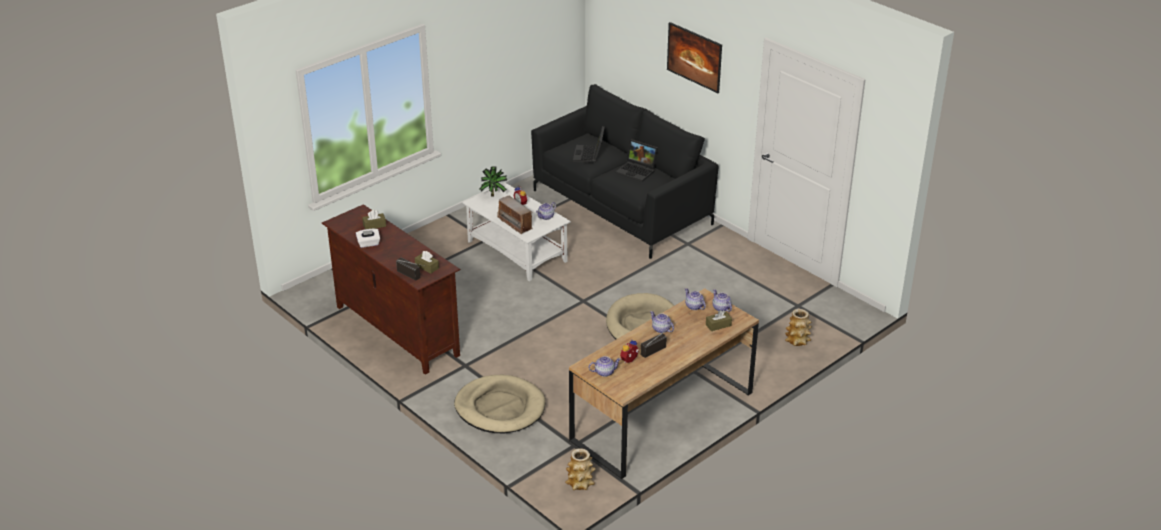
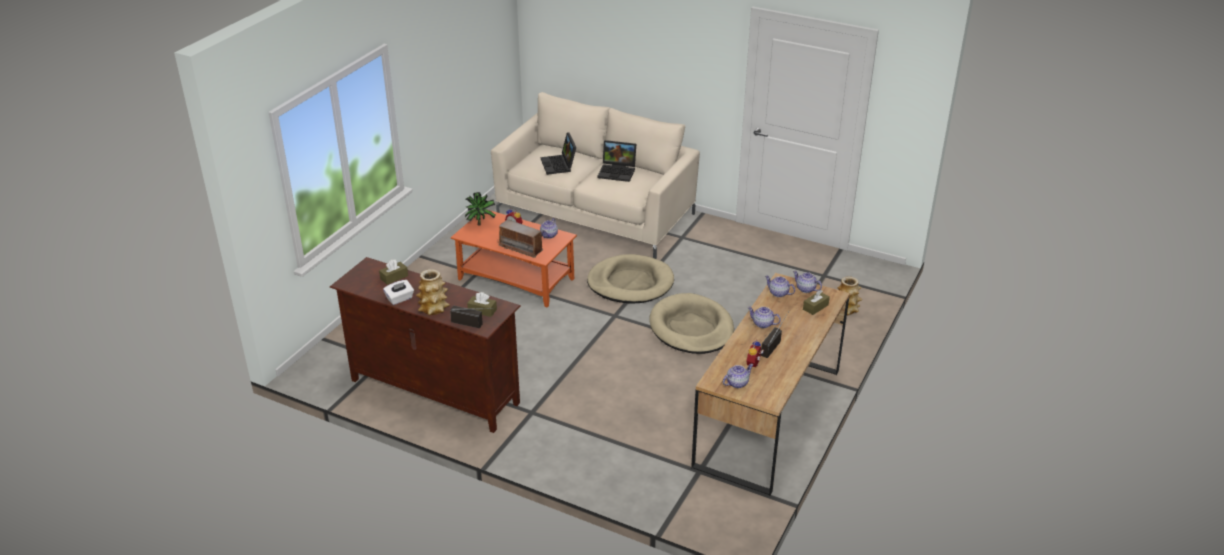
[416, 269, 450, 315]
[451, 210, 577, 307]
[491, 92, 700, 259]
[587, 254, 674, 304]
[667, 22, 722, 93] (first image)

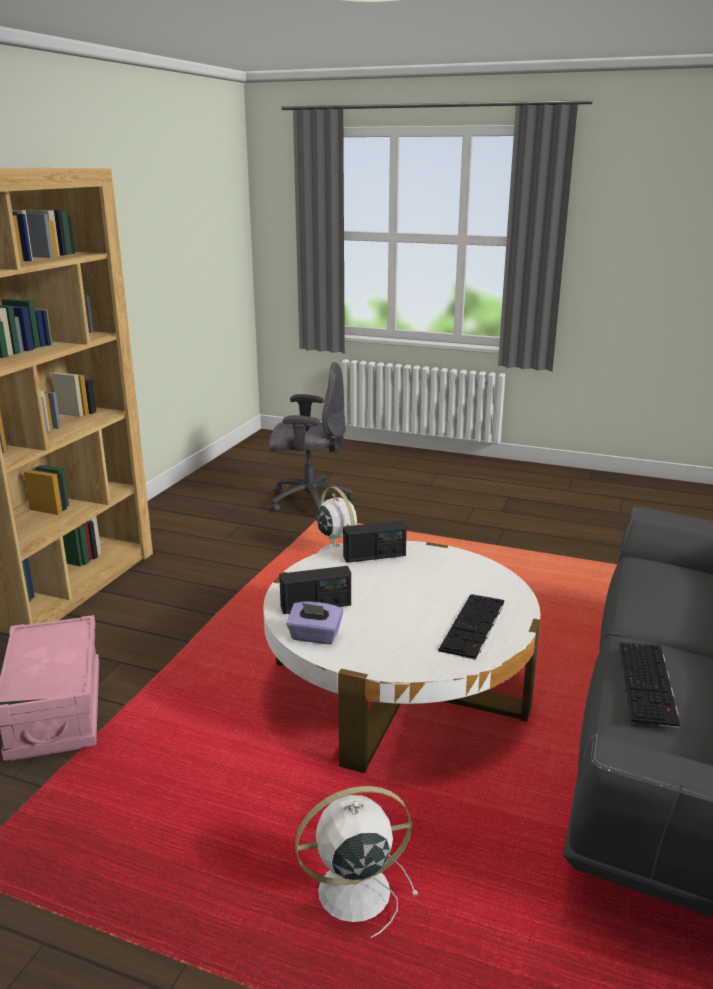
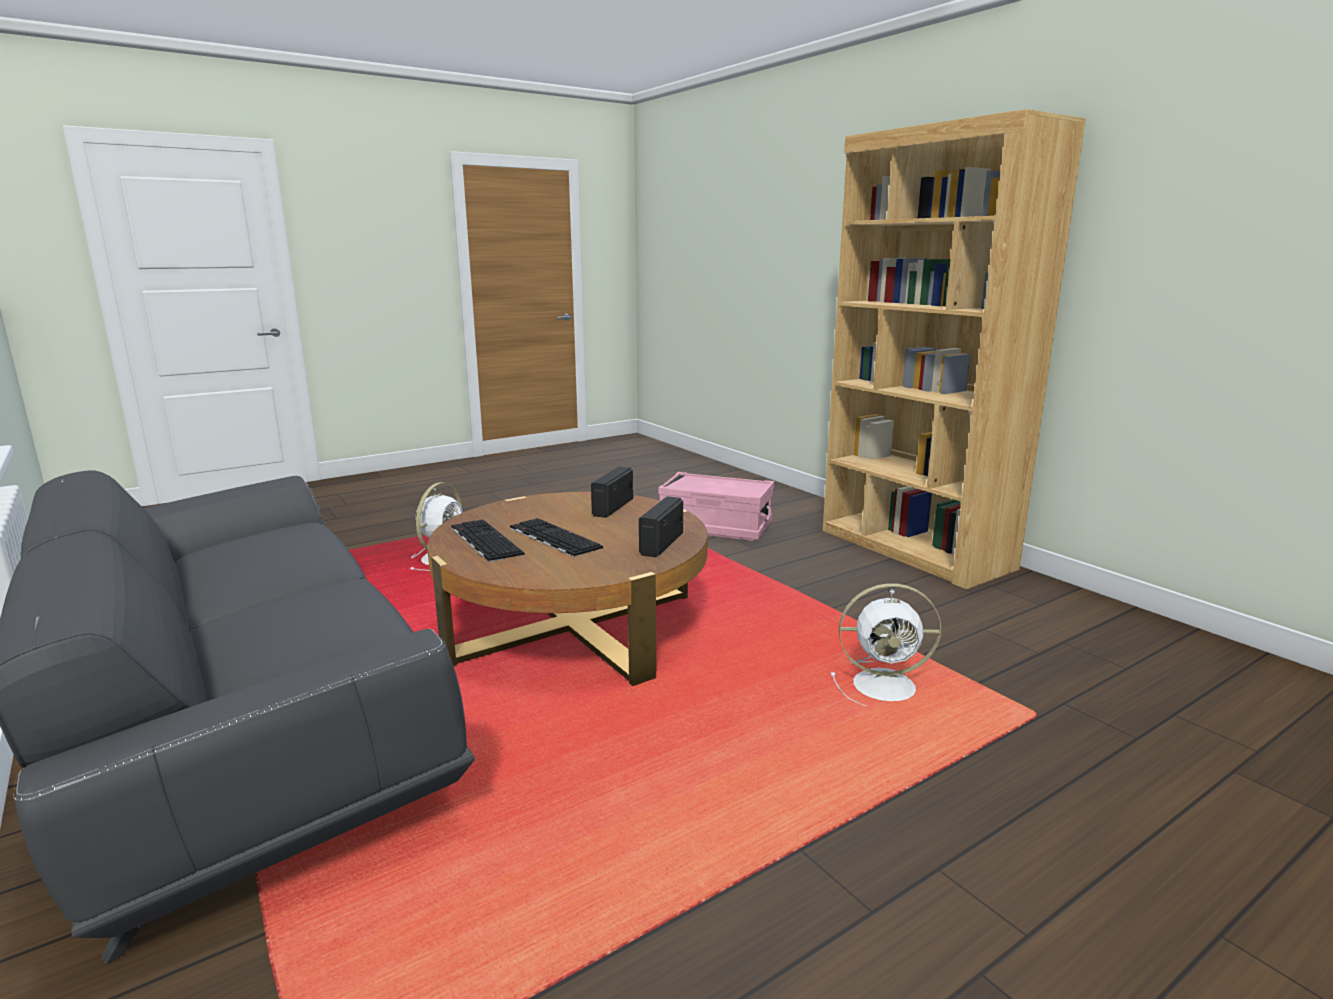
[427, 492, 708, 686]
[510, 518, 603, 557]
[269, 362, 353, 512] (first image)
[286, 602, 343, 644] (first image)

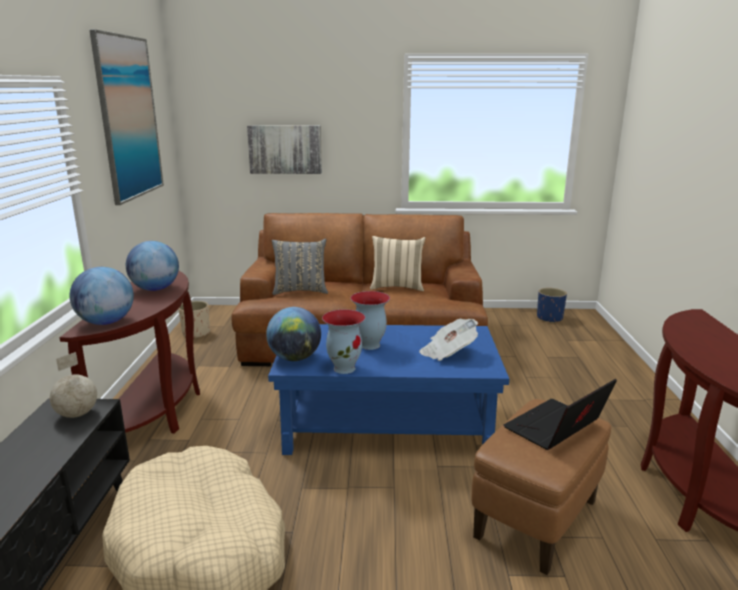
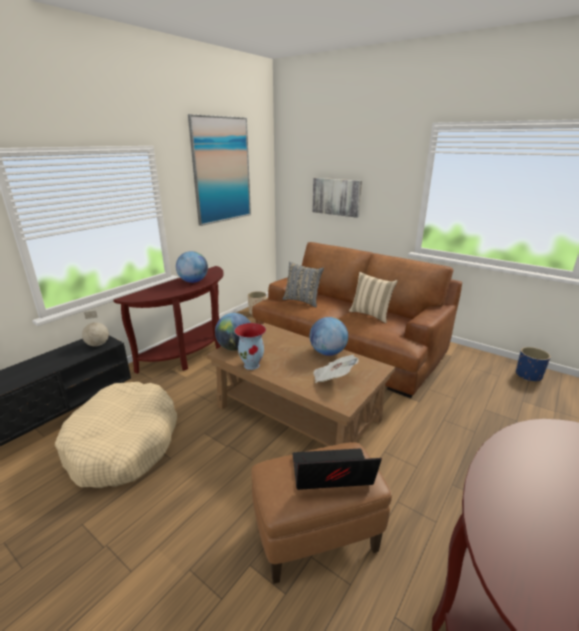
[207, 323, 395, 446]
[310, 317, 348, 356]
[351, 291, 390, 350] (first image)

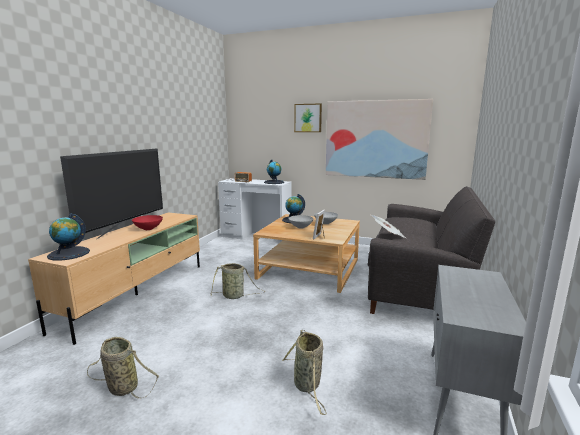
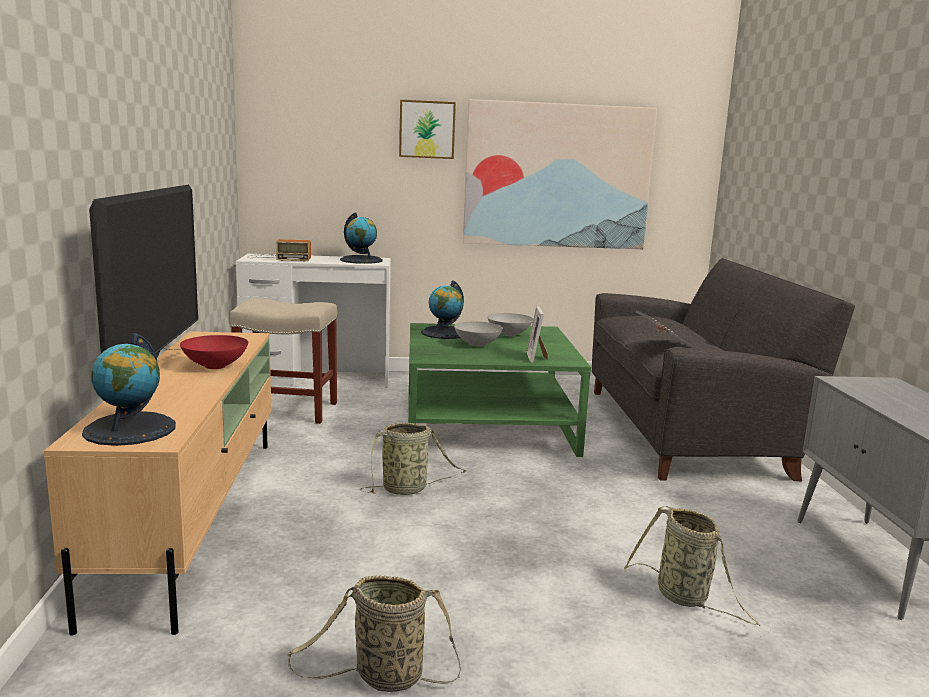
[229, 299, 337, 424]
[408, 323, 591, 457]

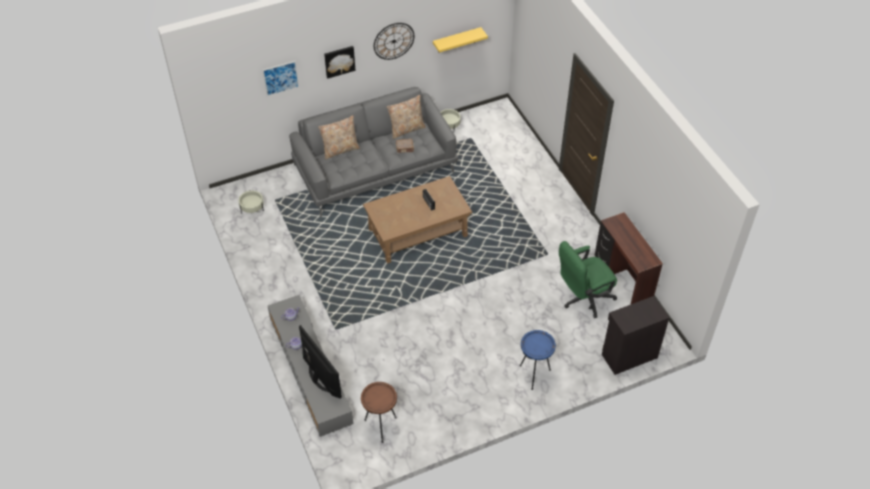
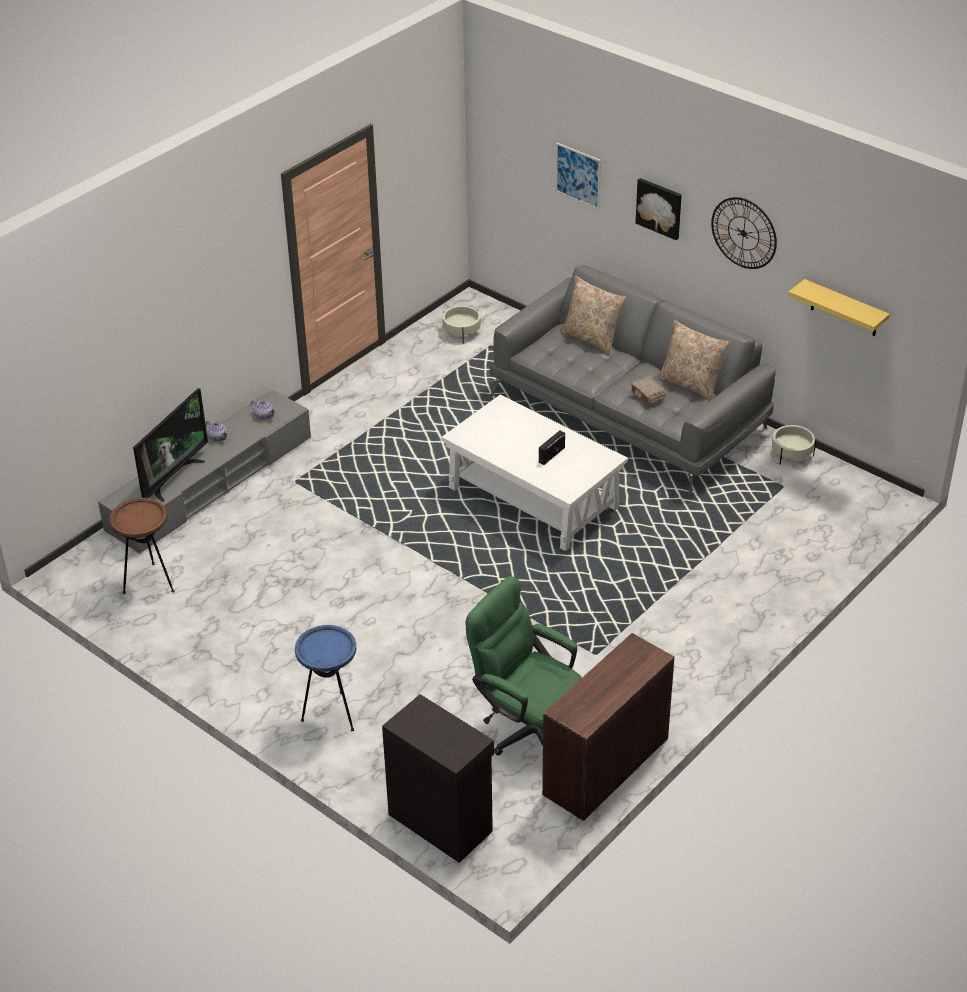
[441, 394, 628, 551]

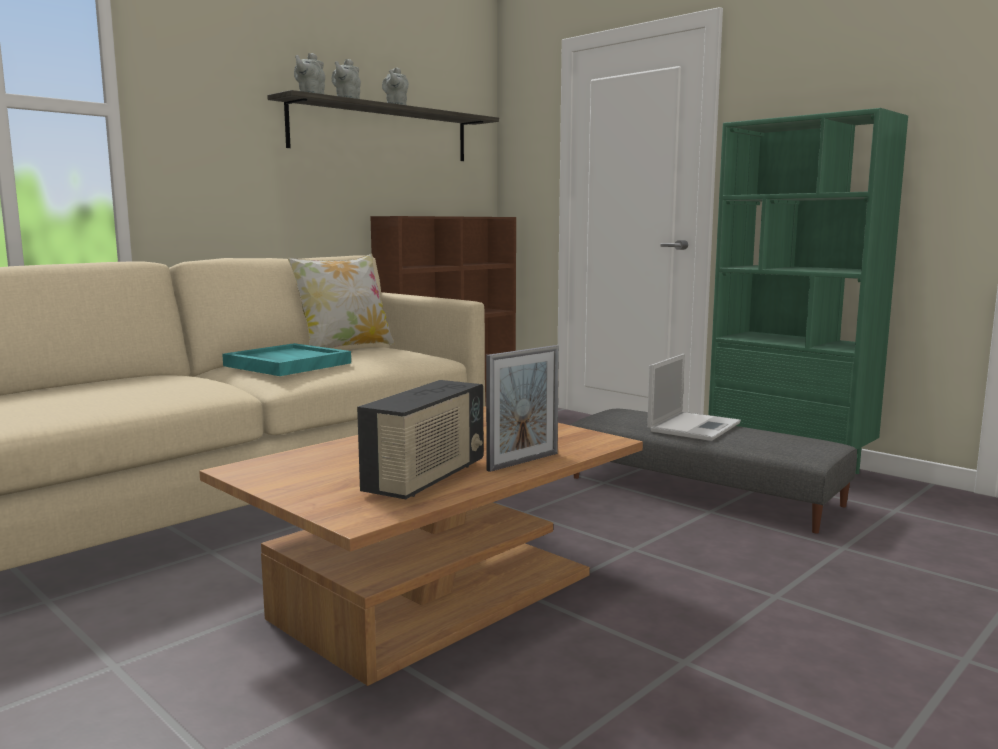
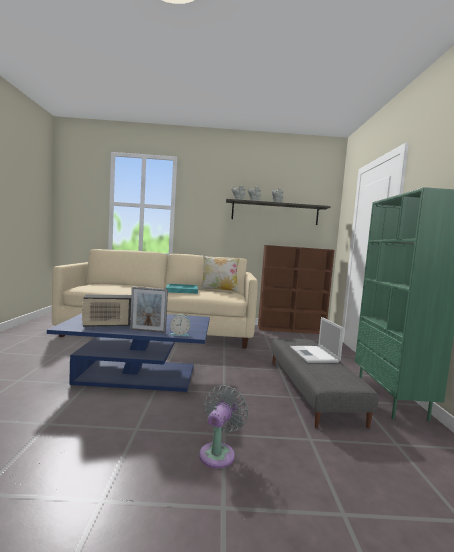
[47, 313, 210, 392]
[170, 315, 191, 336]
[199, 385, 249, 468]
[290, 317, 344, 363]

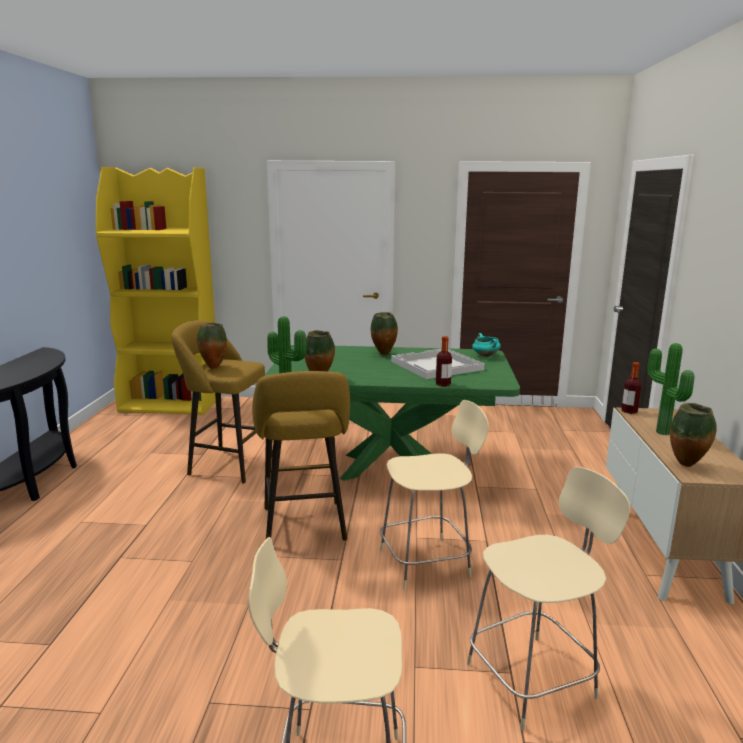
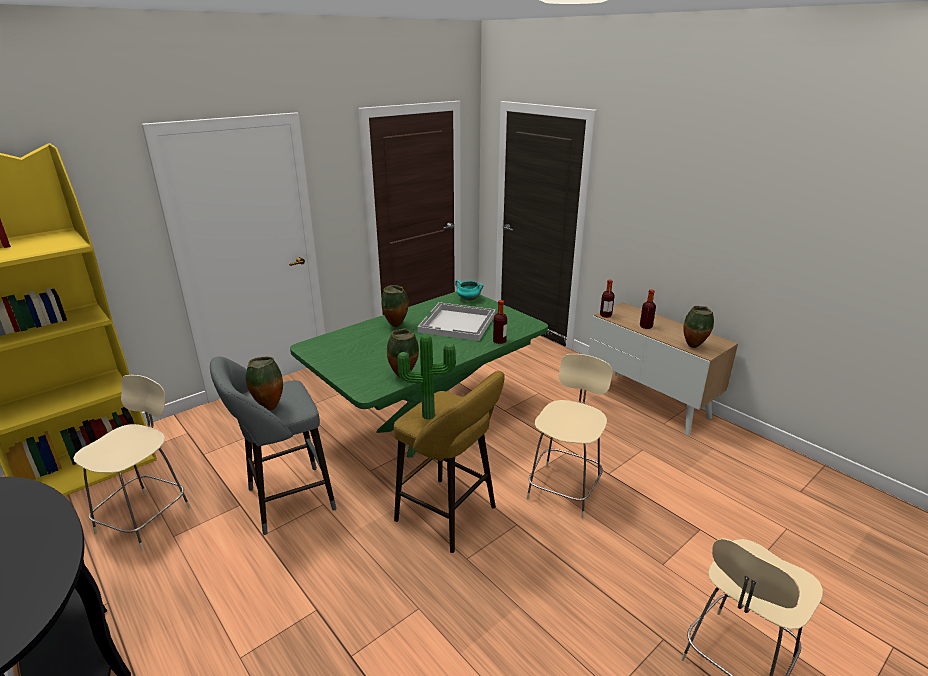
[73, 375, 191, 551]
[210, 357, 337, 535]
[640, 290, 656, 329]

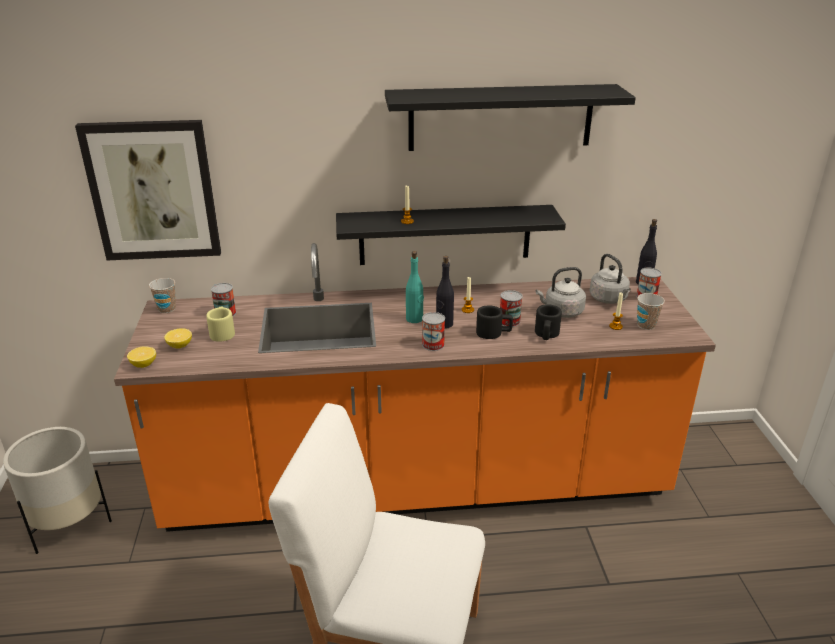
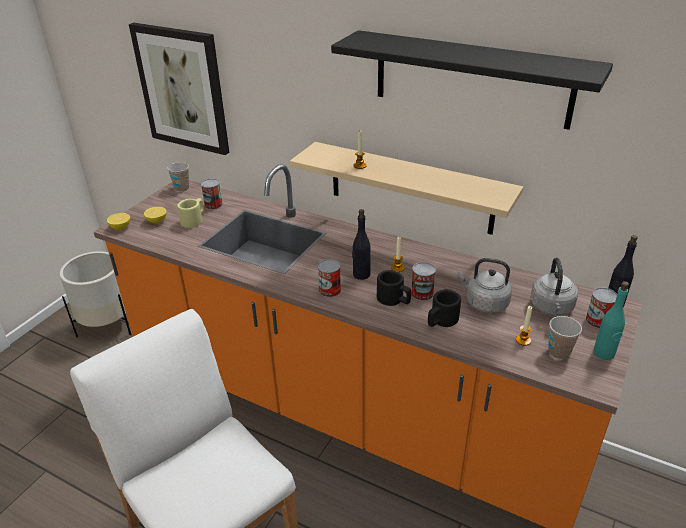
[290, 142, 523, 235]
[594, 281, 629, 360]

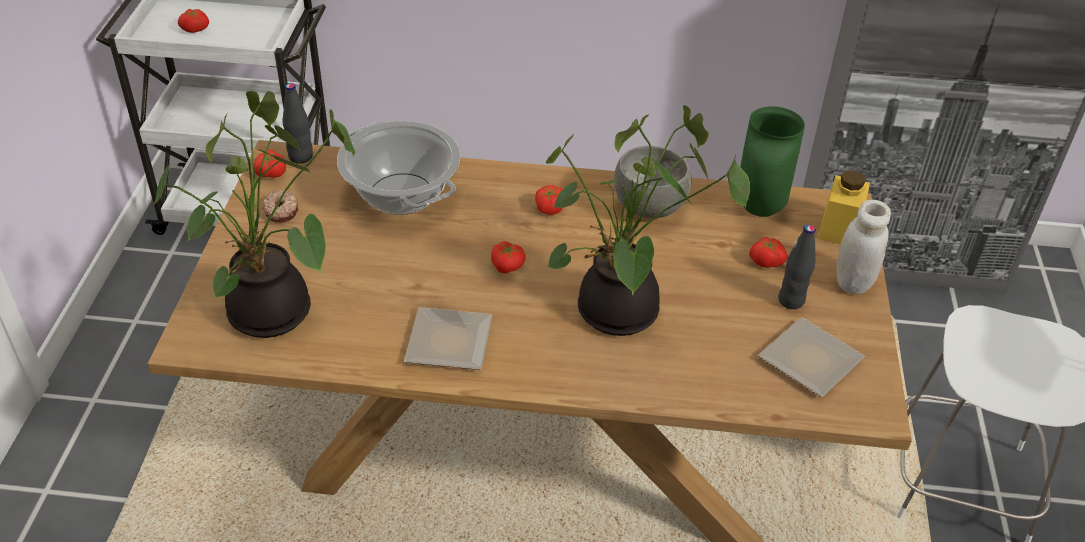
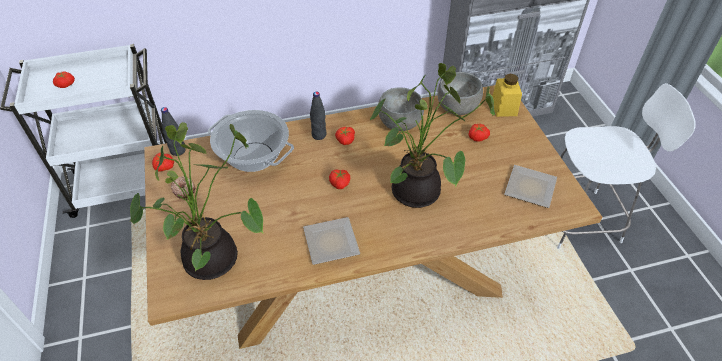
[310, 92, 327, 140]
[437, 72, 483, 115]
[837, 200, 891, 294] (first image)

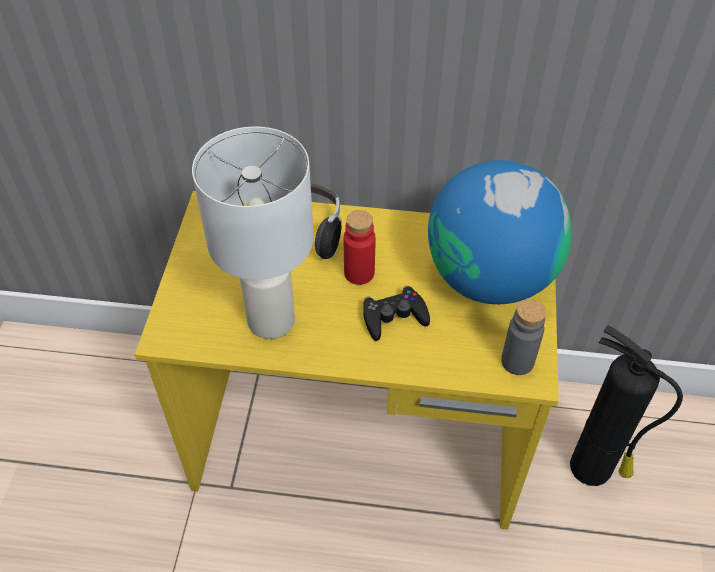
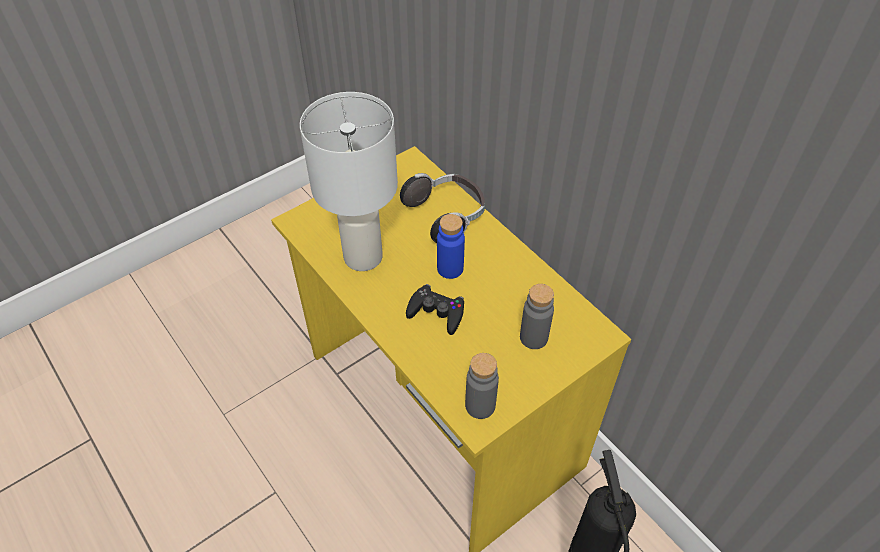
[437, 214, 465, 279]
[520, 284, 554, 349]

